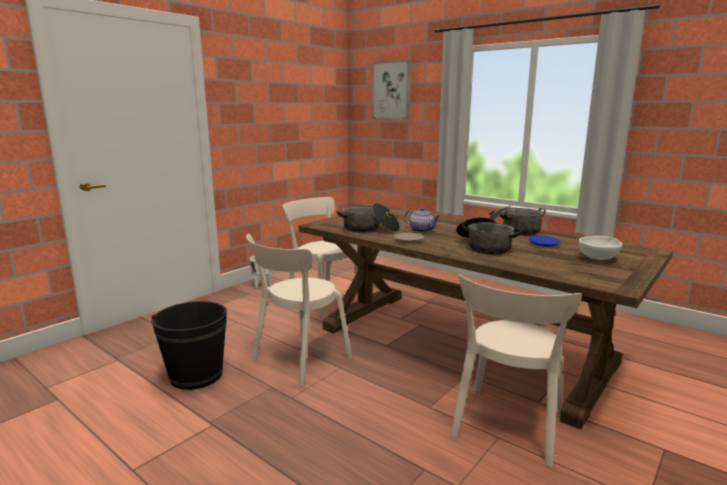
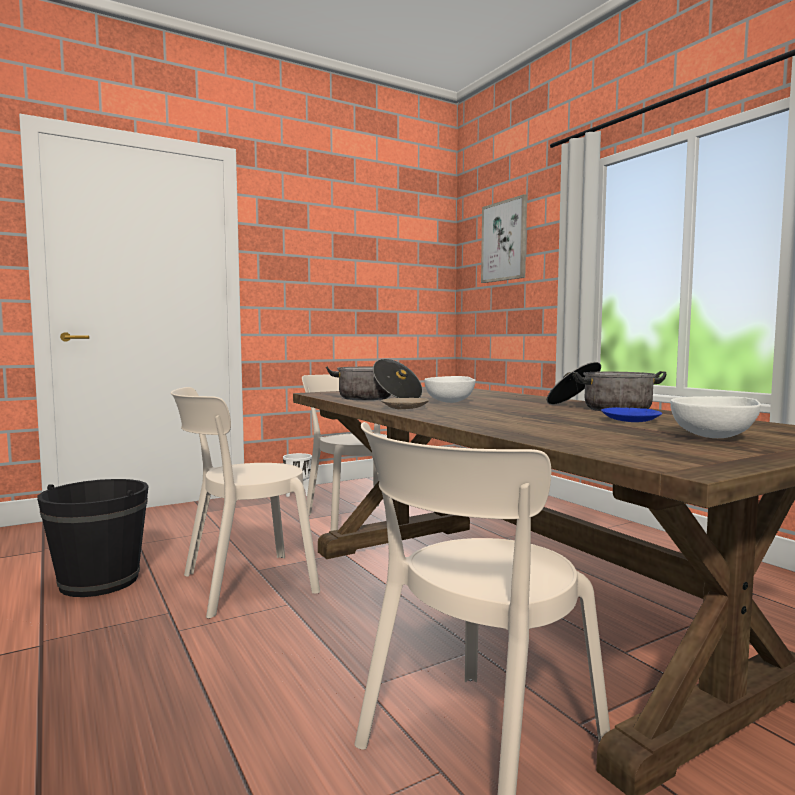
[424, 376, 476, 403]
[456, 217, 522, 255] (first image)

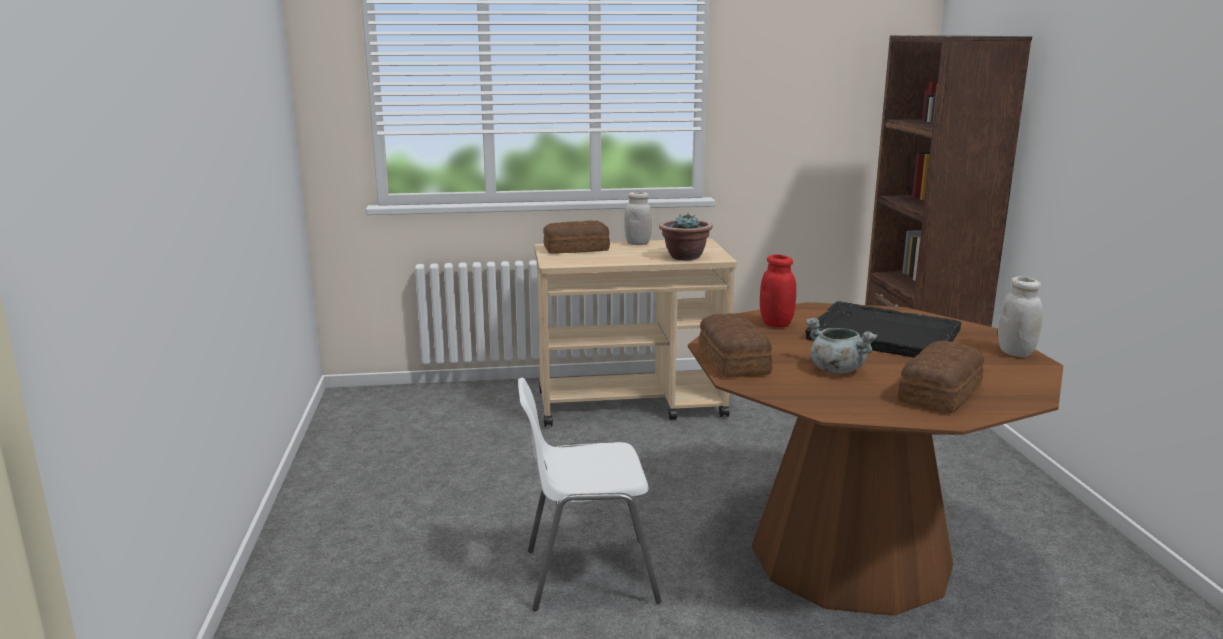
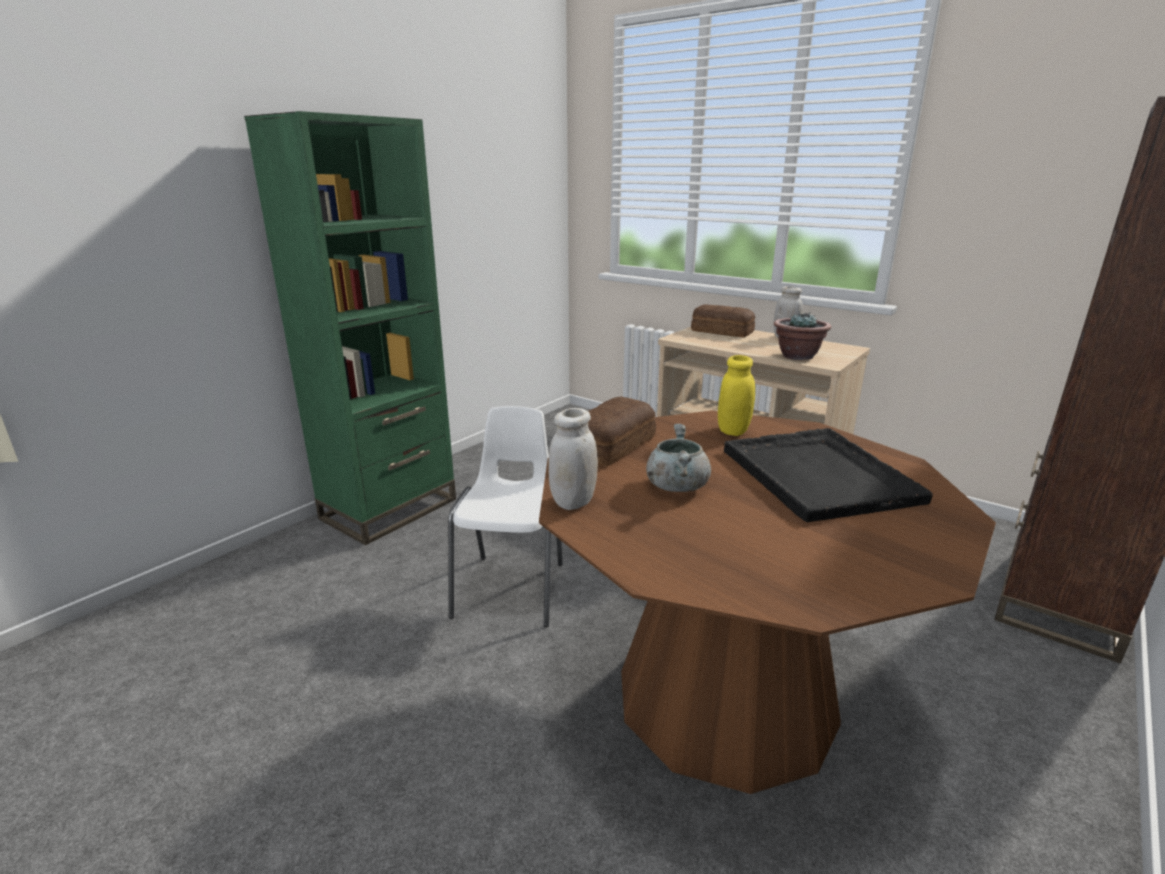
[244, 111, 456, 545]
[448, 406, 563, 627]
[548, 408, 598, 510]
[718, 355, 755, 436]
[897, 340, 984, 414] (first image)

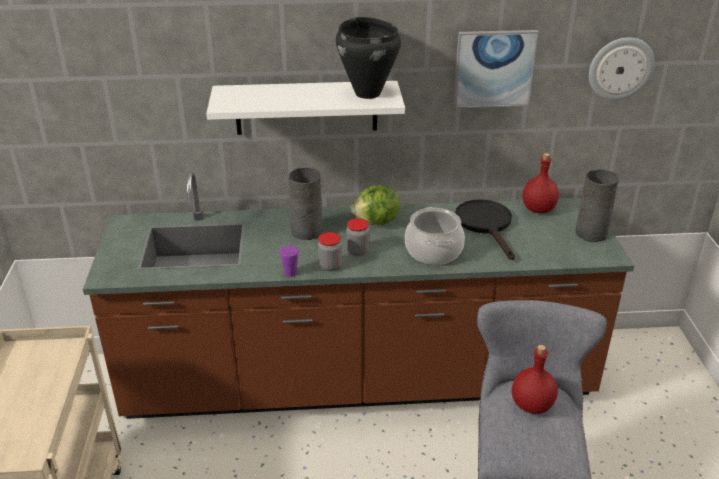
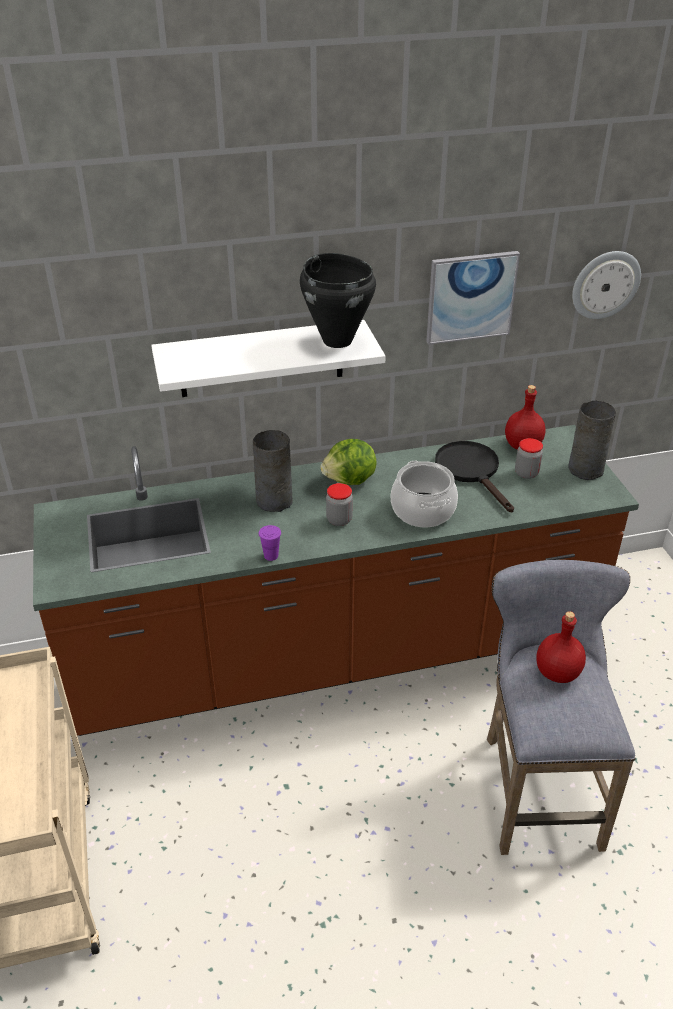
[515, 438, 543, 479]

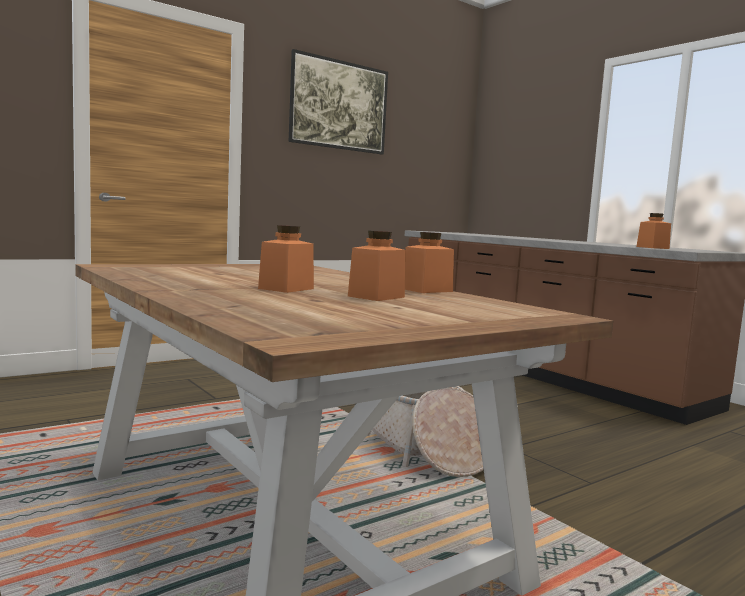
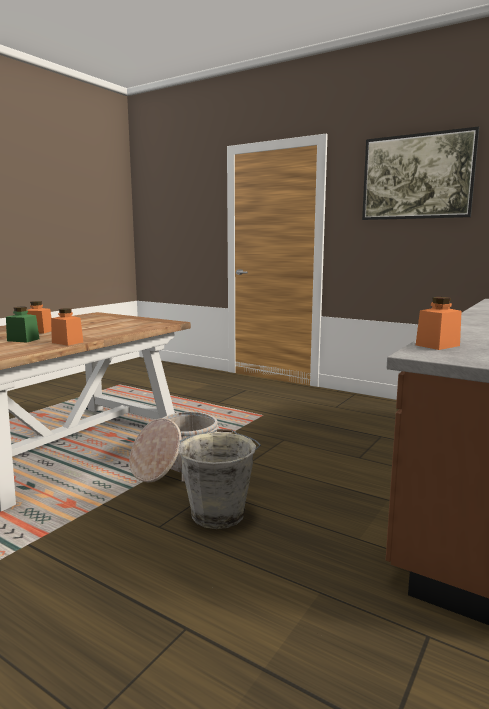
[6, 307, 39, 343]
[178, 429, 261, 529]

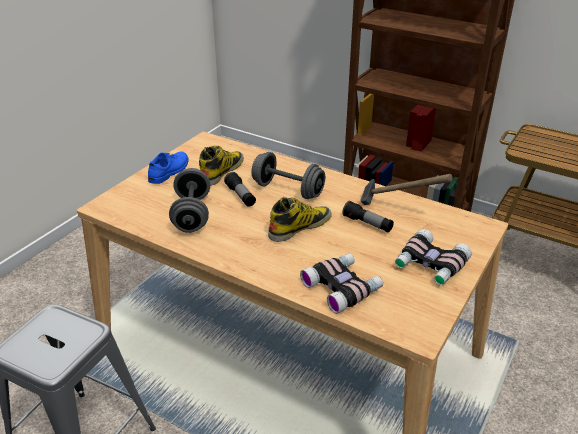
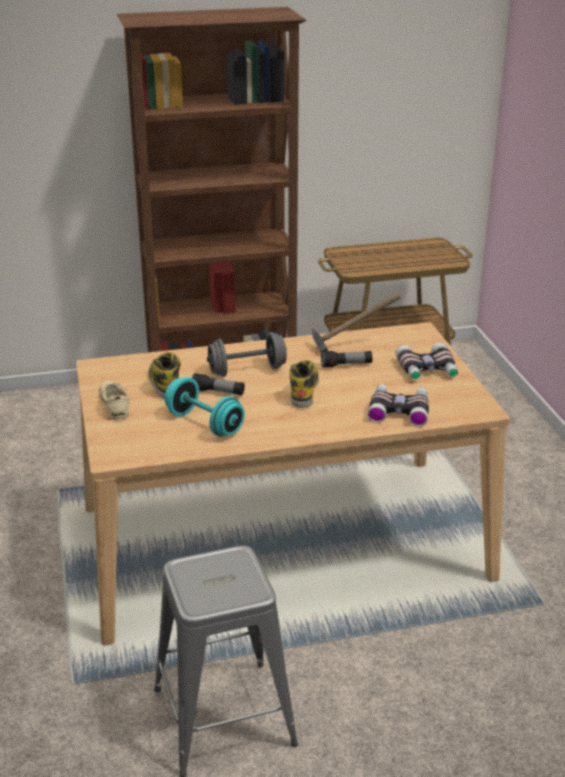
[99, 380, 130, 420]
[165, 377, 245, 437]

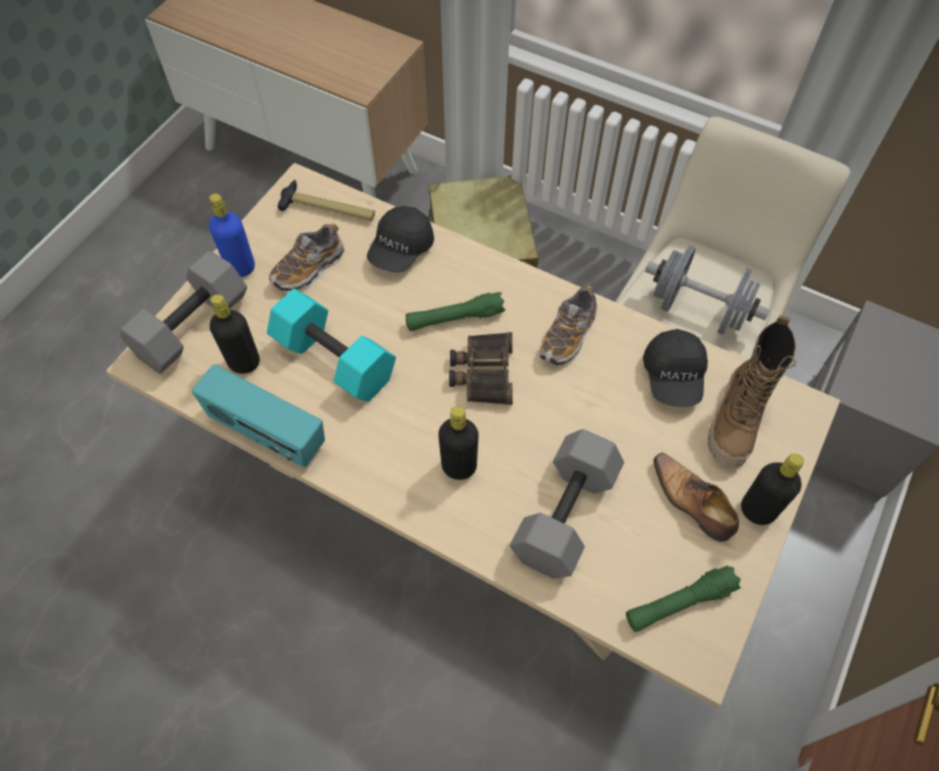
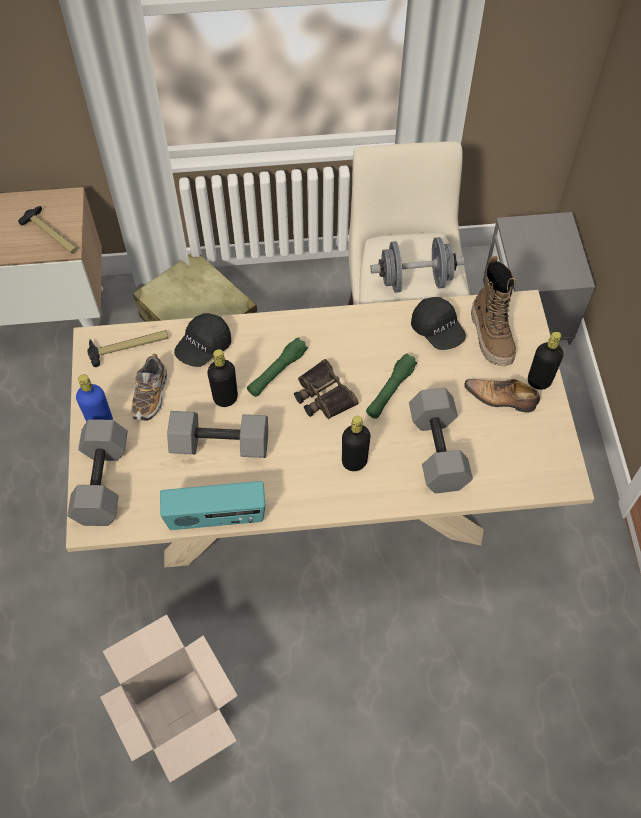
[18, 206, 77, 254]
[100, 614, 238, 783]
[167, 411, 268, 458]
[174, 313, 231, 367]
[207, 349, 238, 407]
[366, 353, 417, 419]
[540, 285, 597, 365] (first image)

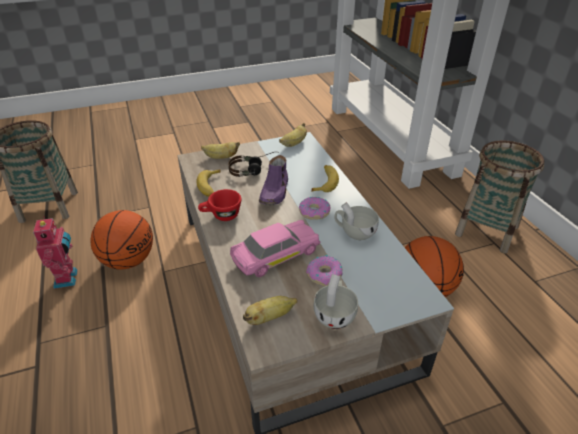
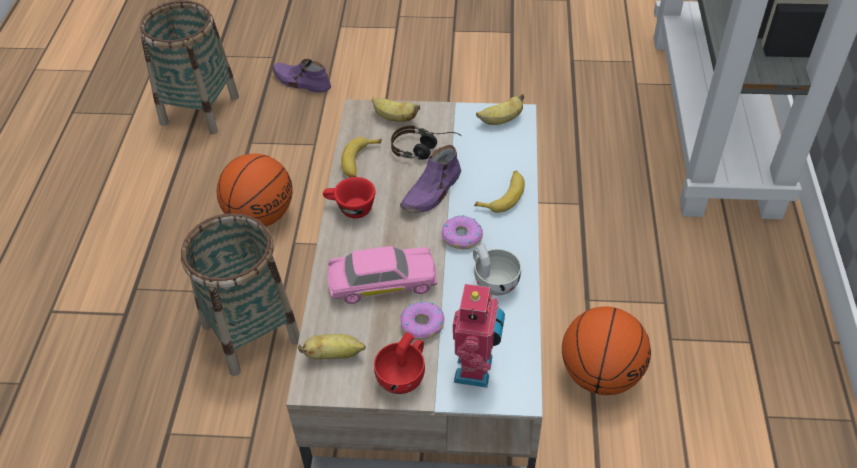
[181, 213, 300, 376]
[272, 59, 331, 92]
[374, 332, 425, 394]
[453, 281, 505, 388]

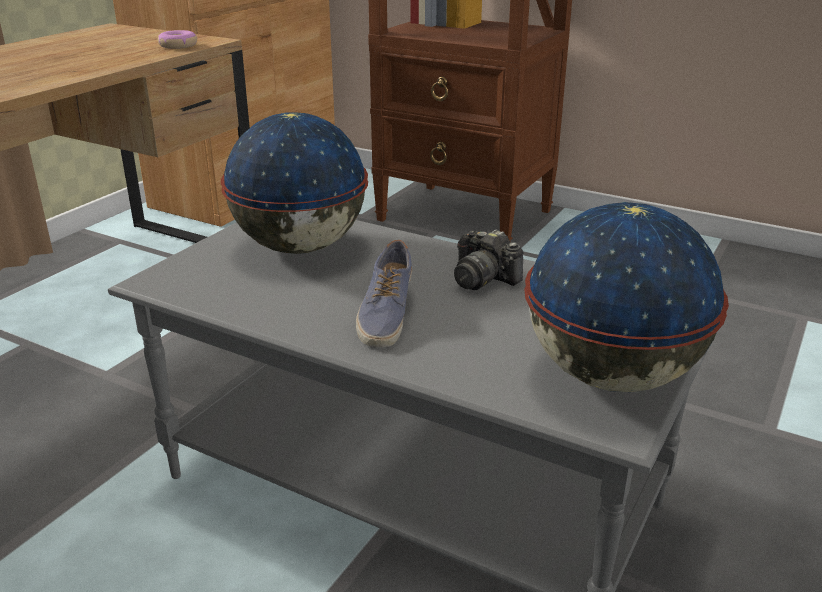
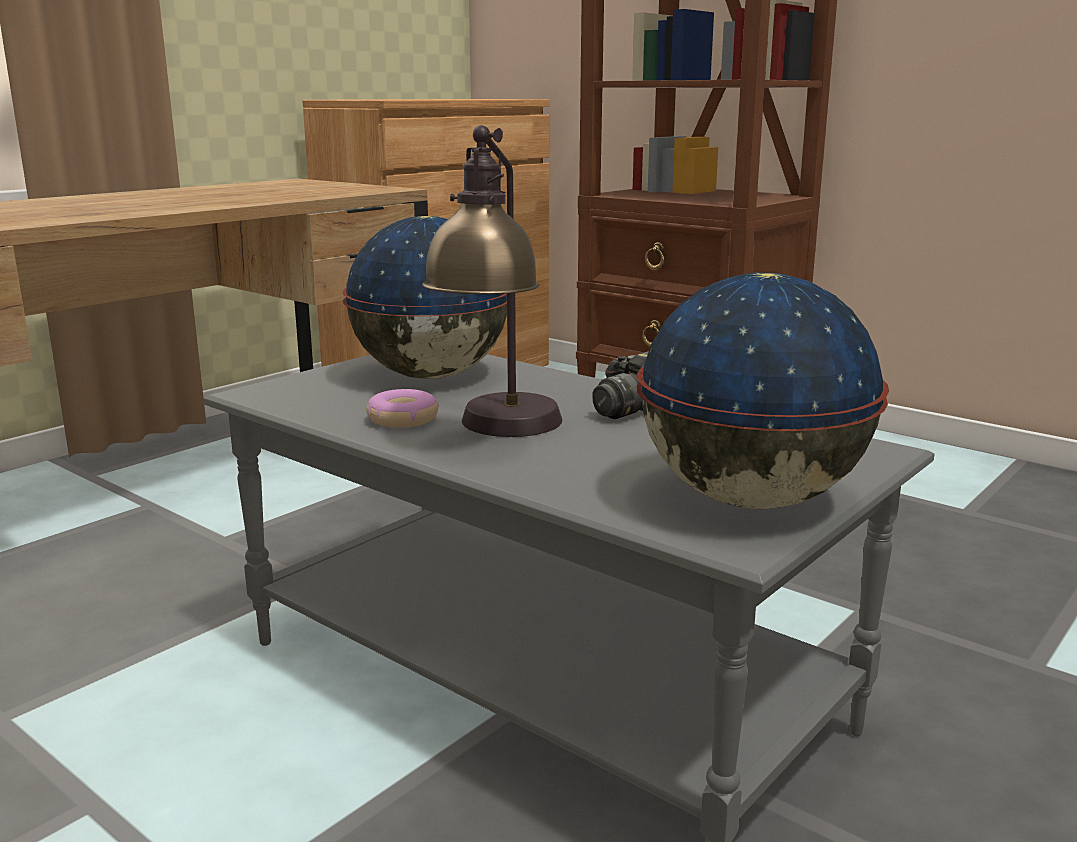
[366, 389, 439, 428]
[422, 125, 562, 437]

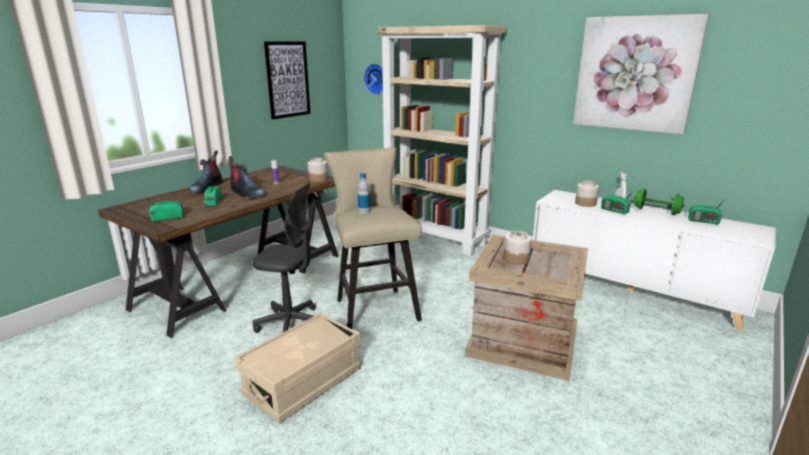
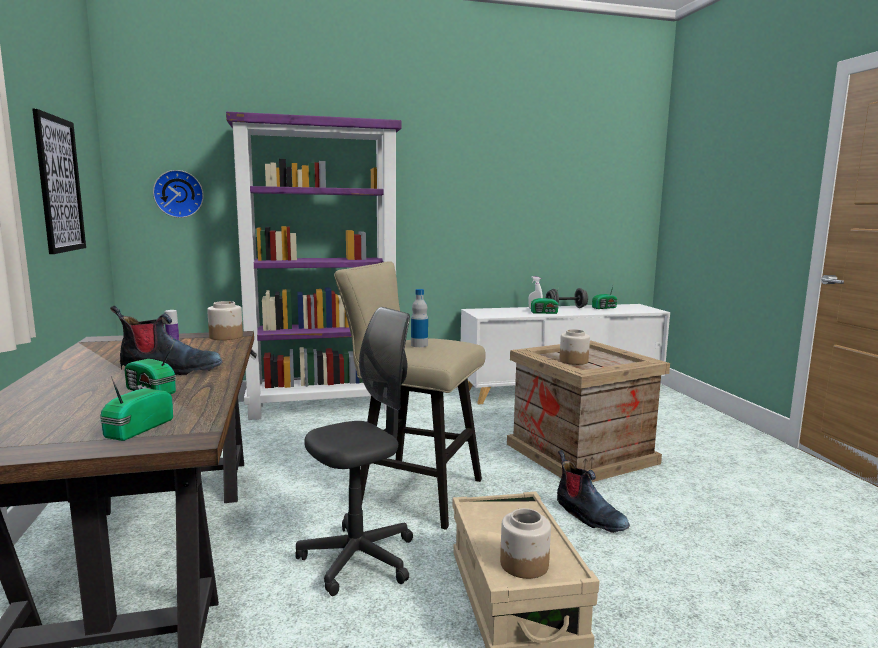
[226, 112, 401, 420]
[500, 508, 551, 579]
[546, 288, 588, 308]
[557, 450, 630, 533]
[573, 14, 709, 134] (first image)

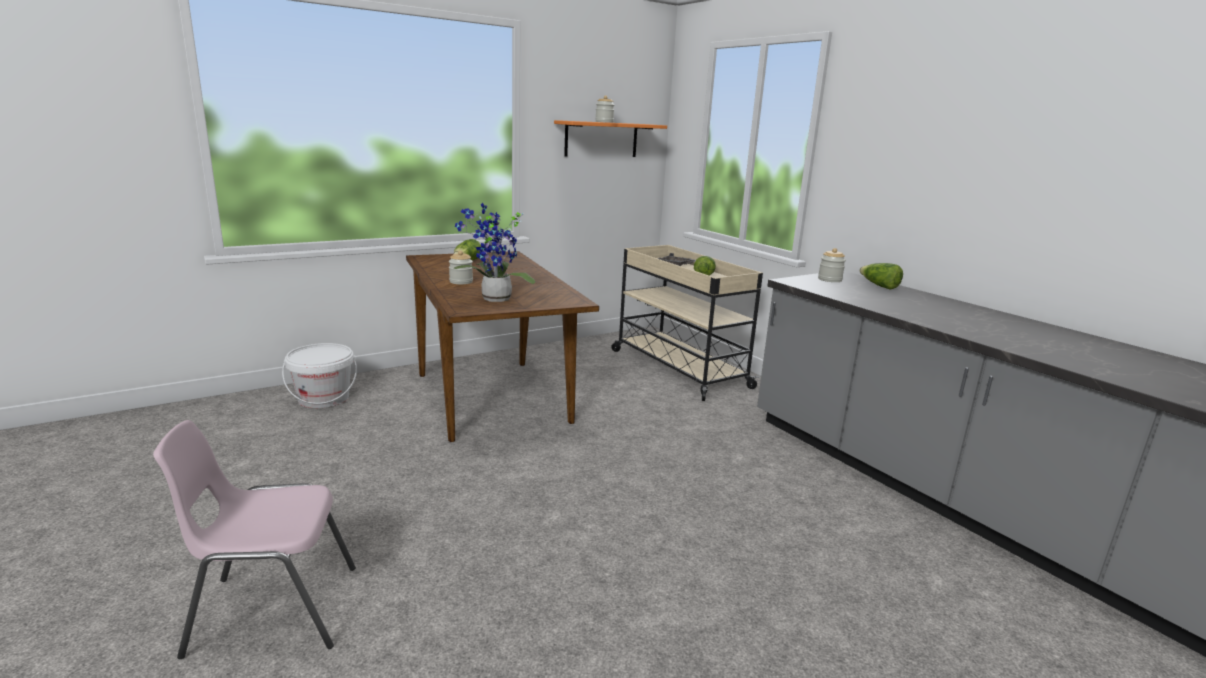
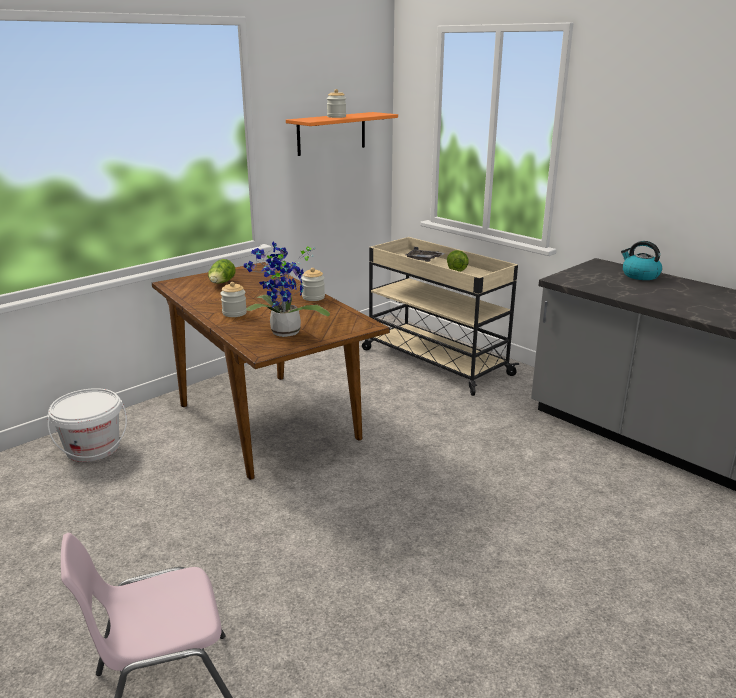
[301, 268, 325, 301]
[621, 241, 662, 280]

